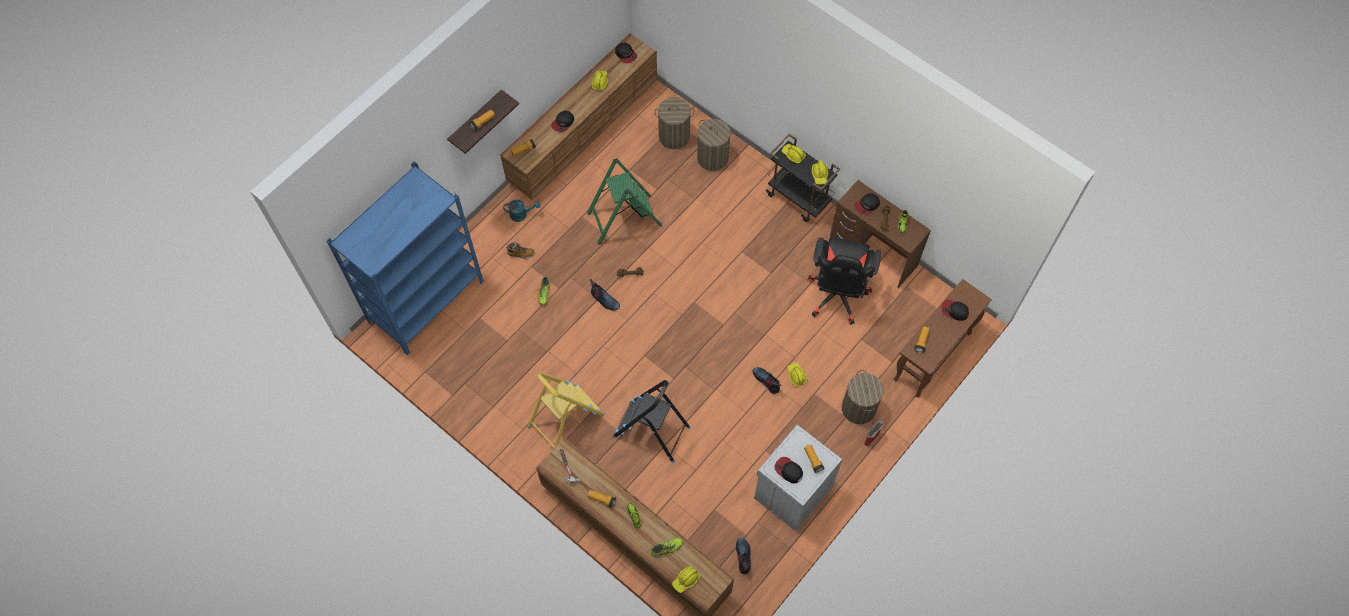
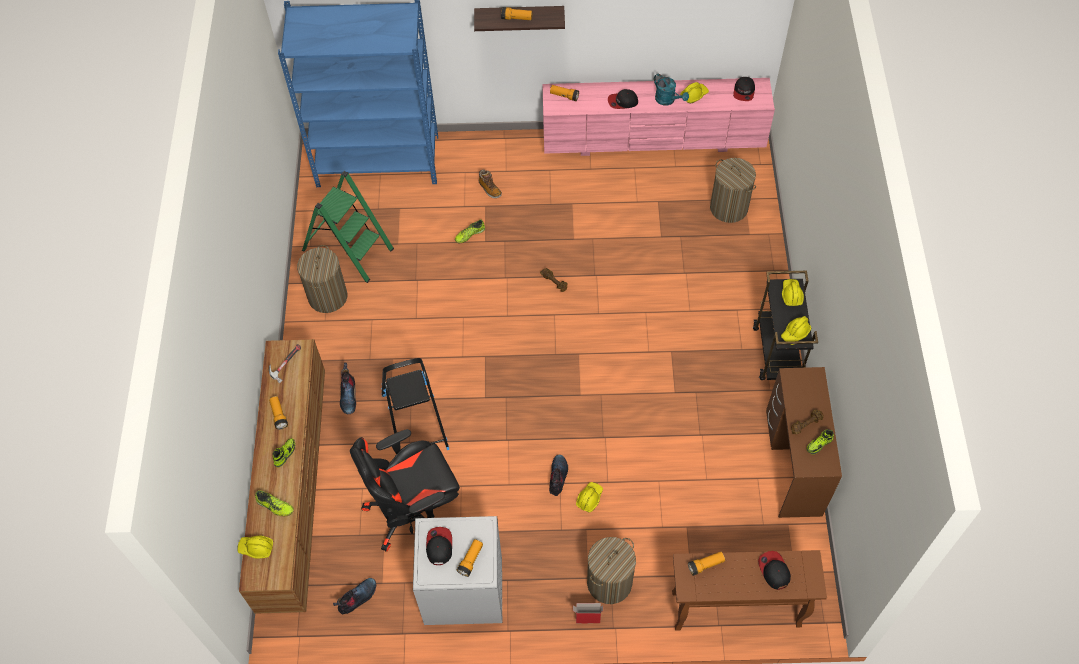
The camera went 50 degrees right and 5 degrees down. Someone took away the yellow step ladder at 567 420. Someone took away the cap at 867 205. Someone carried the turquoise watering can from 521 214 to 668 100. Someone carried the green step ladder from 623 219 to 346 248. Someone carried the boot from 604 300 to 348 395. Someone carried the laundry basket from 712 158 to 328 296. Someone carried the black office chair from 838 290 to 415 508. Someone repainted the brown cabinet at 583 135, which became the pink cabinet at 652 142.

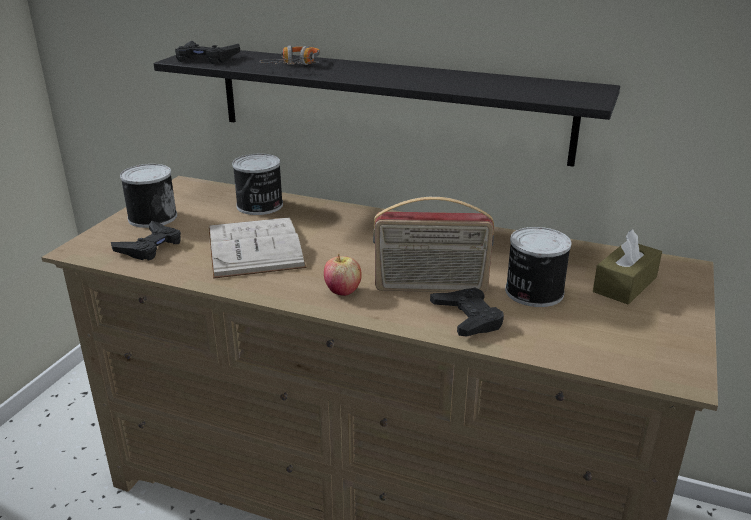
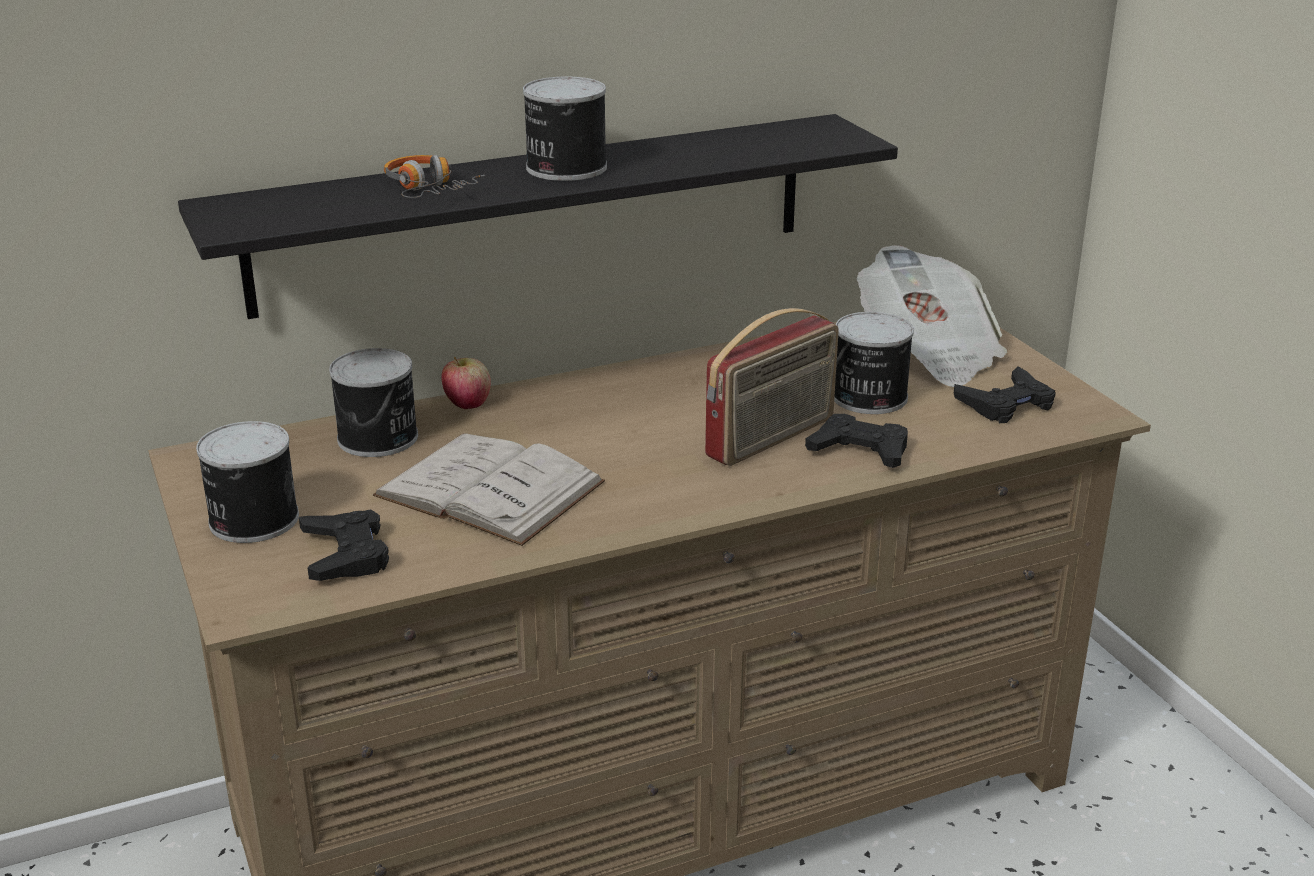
The camera went 45 degrees left and 0 degrees up. Someone put down the can at 564 168. Someone carried the black game controller from 206 58 to 1006 404. Someone carried the apple from 343 291 to 467 404. Someone swapped the brown tissue box at 625 284 for the newspaper at 928 353.

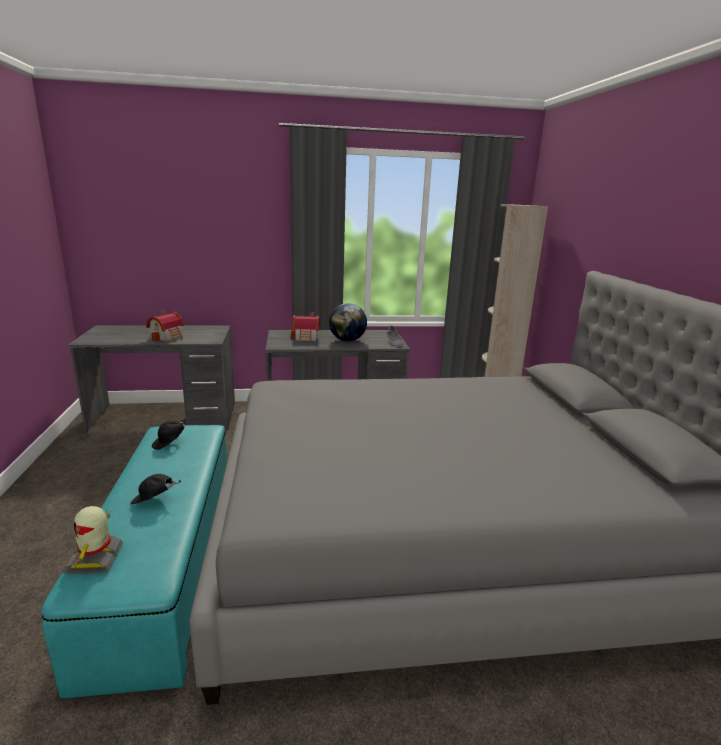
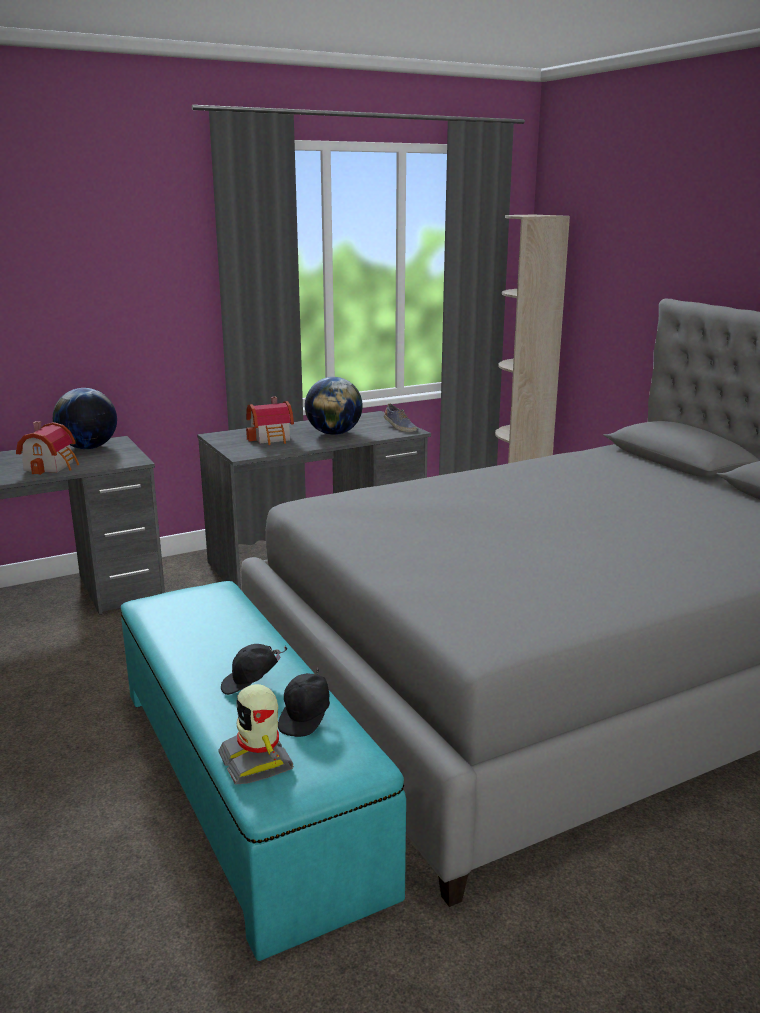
The camera went 20 degrees left and 0 degrees up. Someone put down the globe at 89 448. Someone carried the black cap from 170 443 to 306 718.

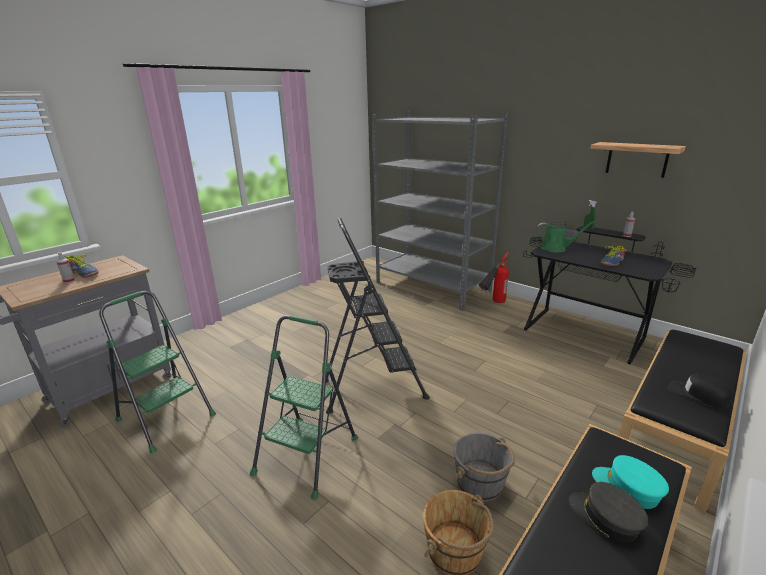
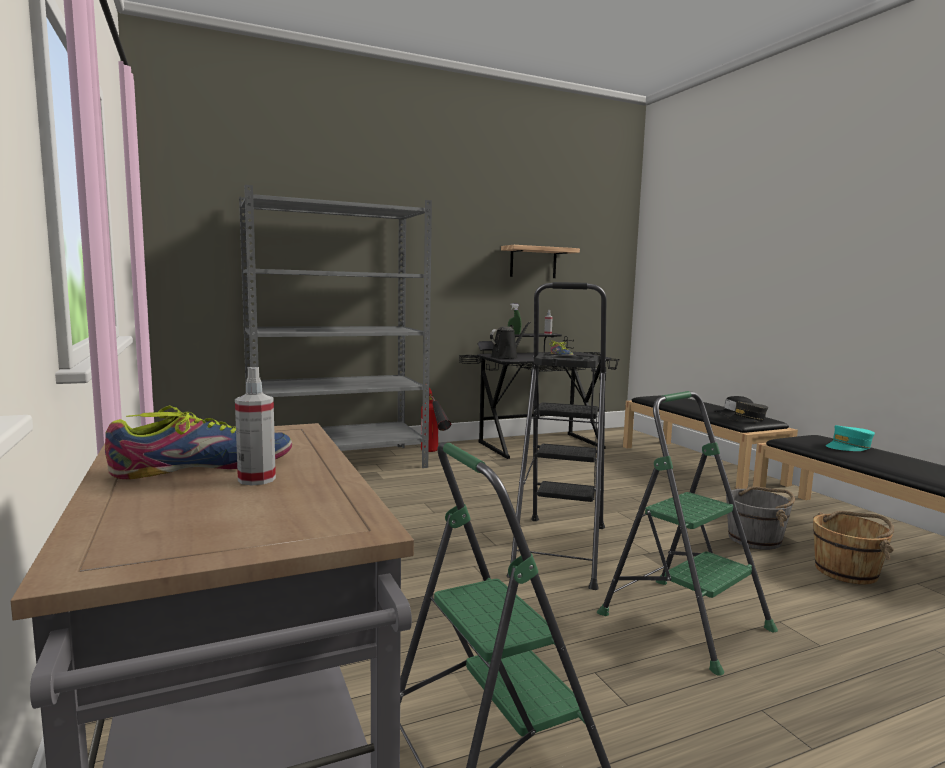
The camera went 65 degrees left and 15 degrees down. Someone carried the grey cap from 605 518 to 747 419. Someone repainted the green watering can at 556 248, which became the black watering can at 506 357.

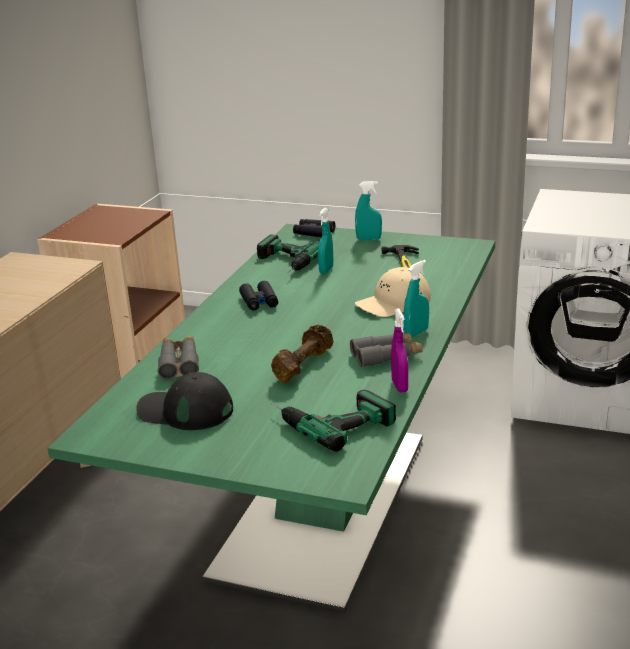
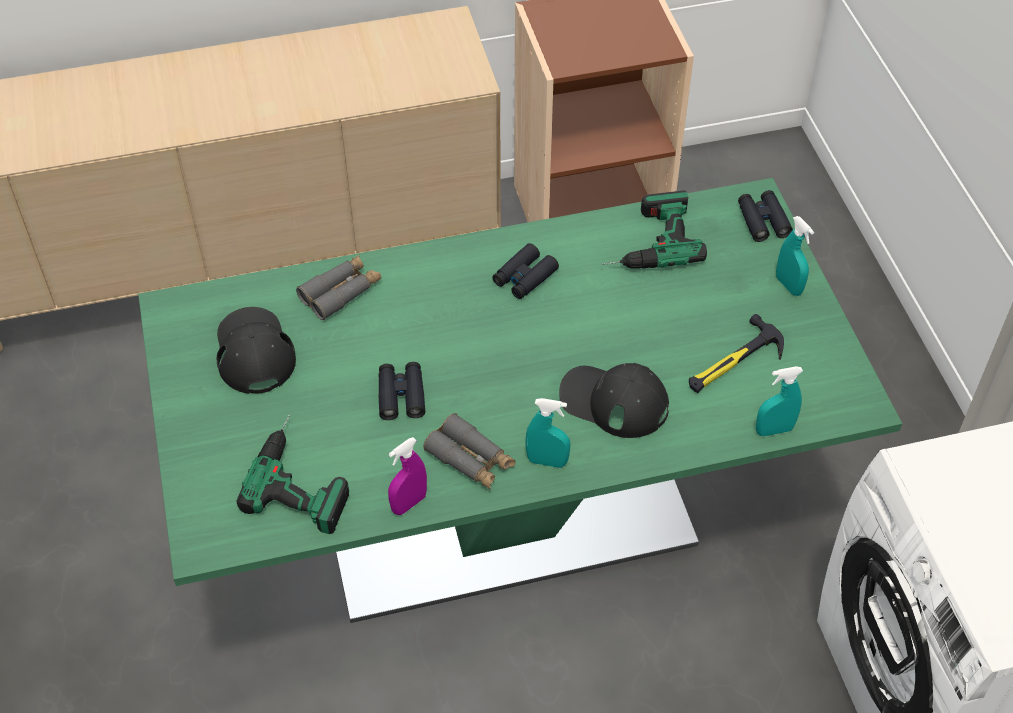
The camera went 55 degrees right and 25 degrees up. Someone carried the turquoise spray bottle from 326 270 to 774 430. Someone swapped the brown dumbbell at 302 365 for the black binoculars at 401 395. Someone repainted the beige cap at 393 302, which became the black cap at 613 401.

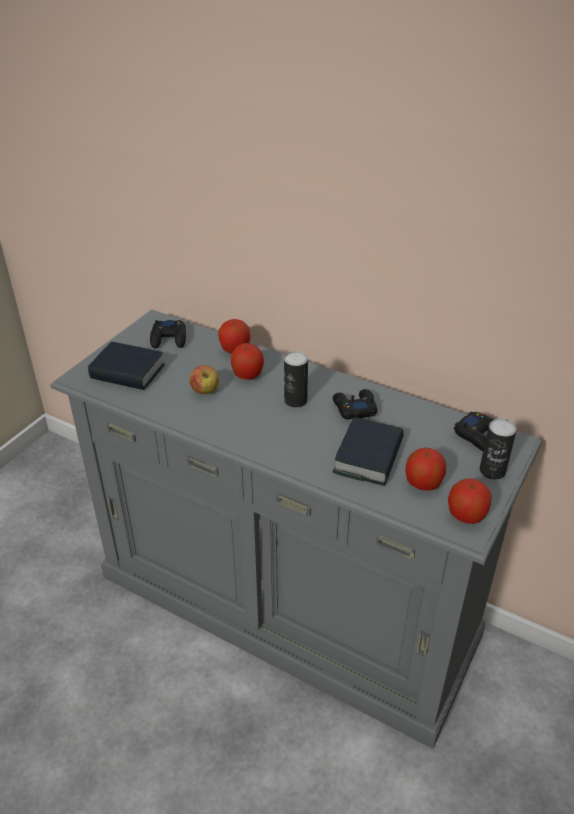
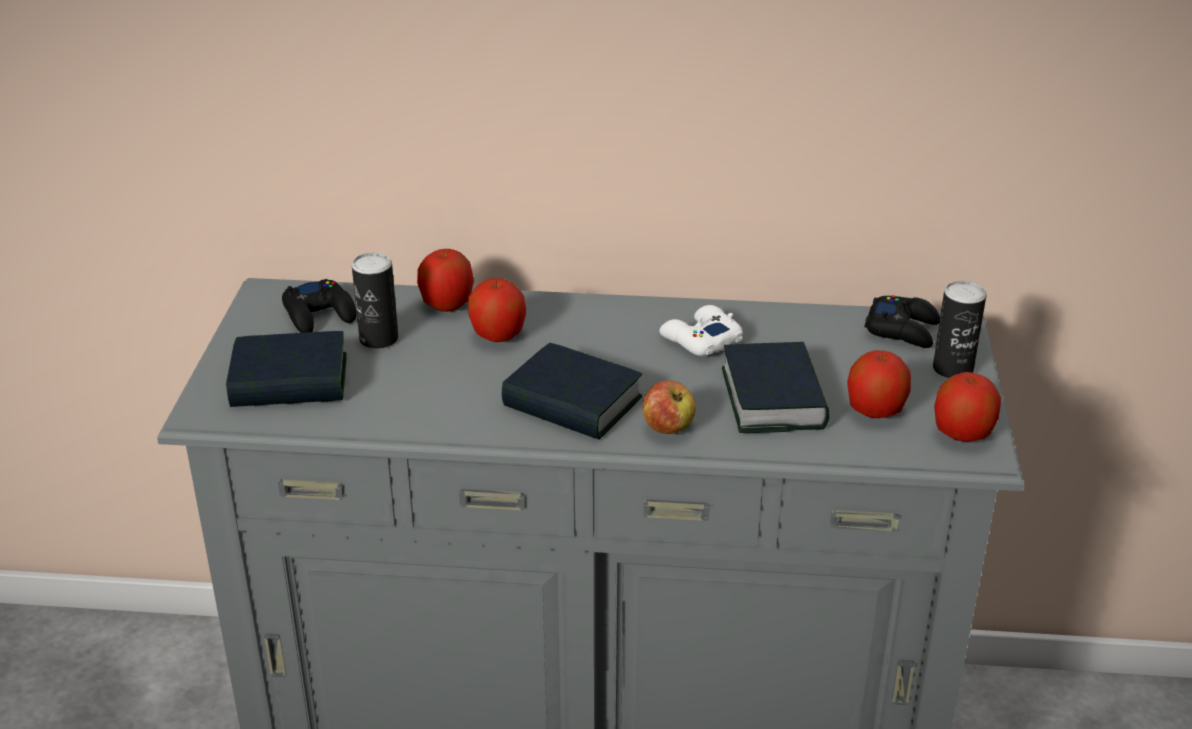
The camera went 25 degrees left and 5 degrees down. Someone put down the book at 572 403. Someone carried the apple from 205 391 to 668 428. Someone carried the can from 295 400 to 379 339. Someone repainted the black game controller at 354 408, which became the white game controller at 700 339.

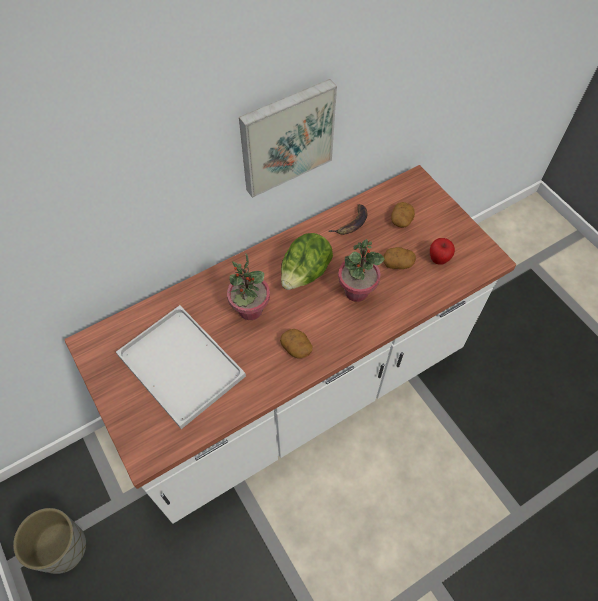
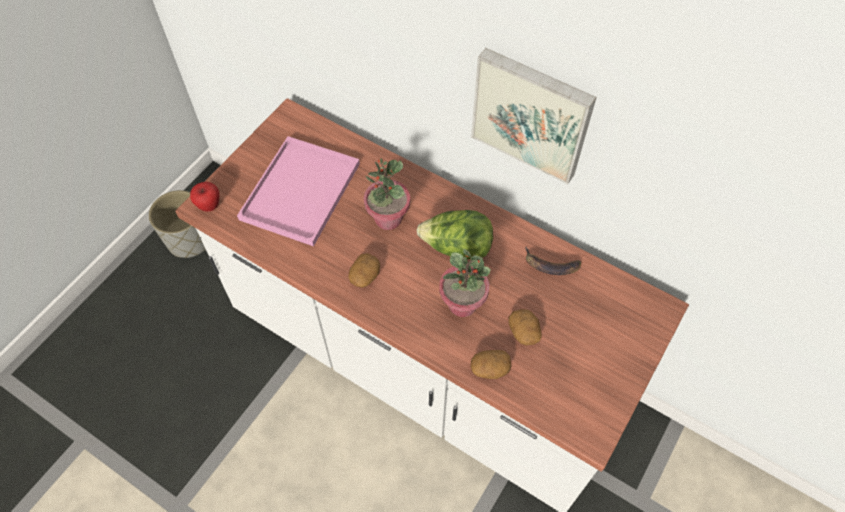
The camera went 65 degrees right and 0 degrees up. Someone carried the potato from 401 220 to 489 369. Someone carried the apple from 438 259 to 209 206. Someone repainted the white tray at 183 366, which became the pink tray at 300 193.

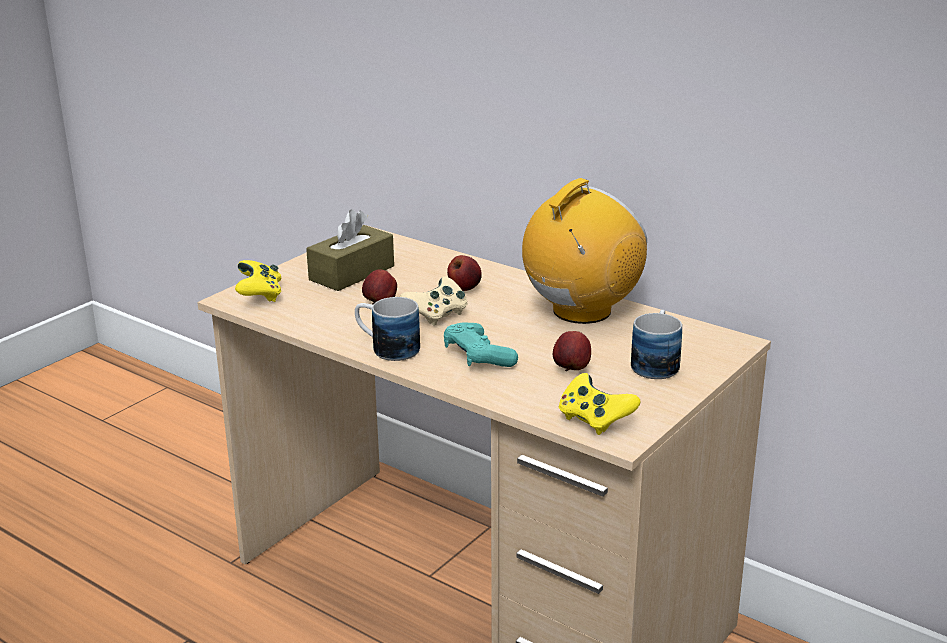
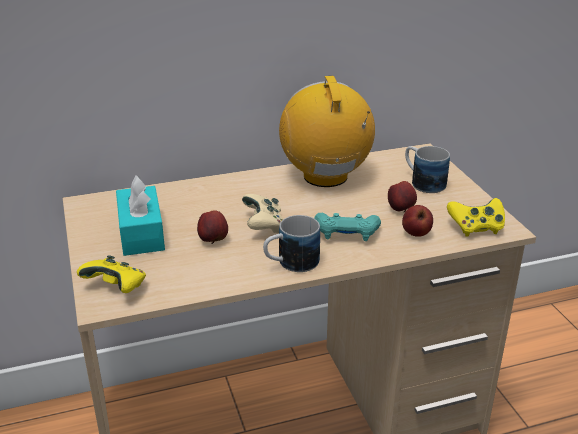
The camera went 55 degrees left and 5 degrees up. Someone carried the apple from 464 288 to 416 233. Someone repainted the brown tissue box at 352 273, which became the turquoise tissue box at 141 233.

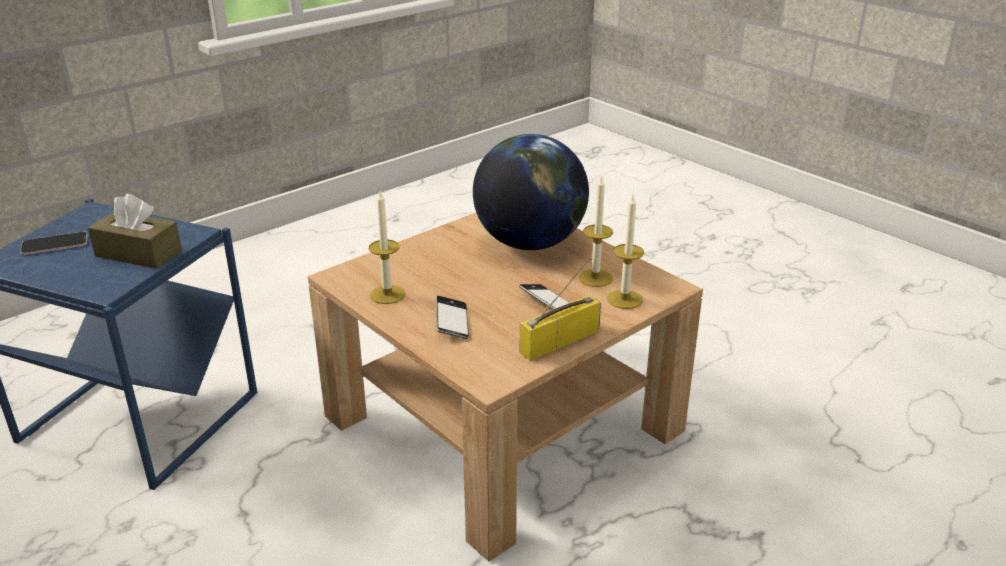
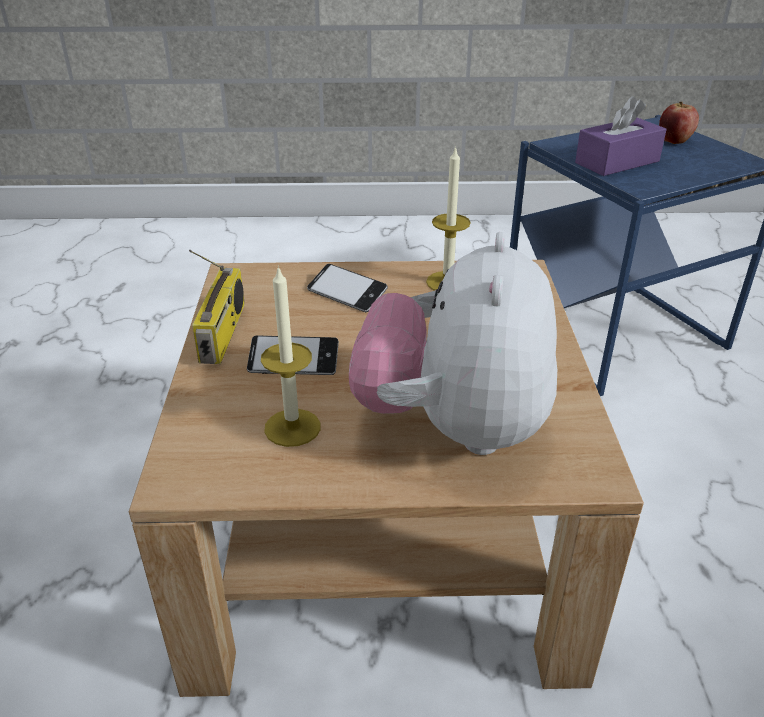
The camera went 130 degrees right and 5 degrees up. Someone took away the candle at 624 299. Someone swapped the phone at 54 244 for the apple at 674 141. Someone swapped the globe at 530 243 for the plush toy at 453 427. Someone repainted the brown tissue box at 138 253, which became the purple tissue box at 617 162.

